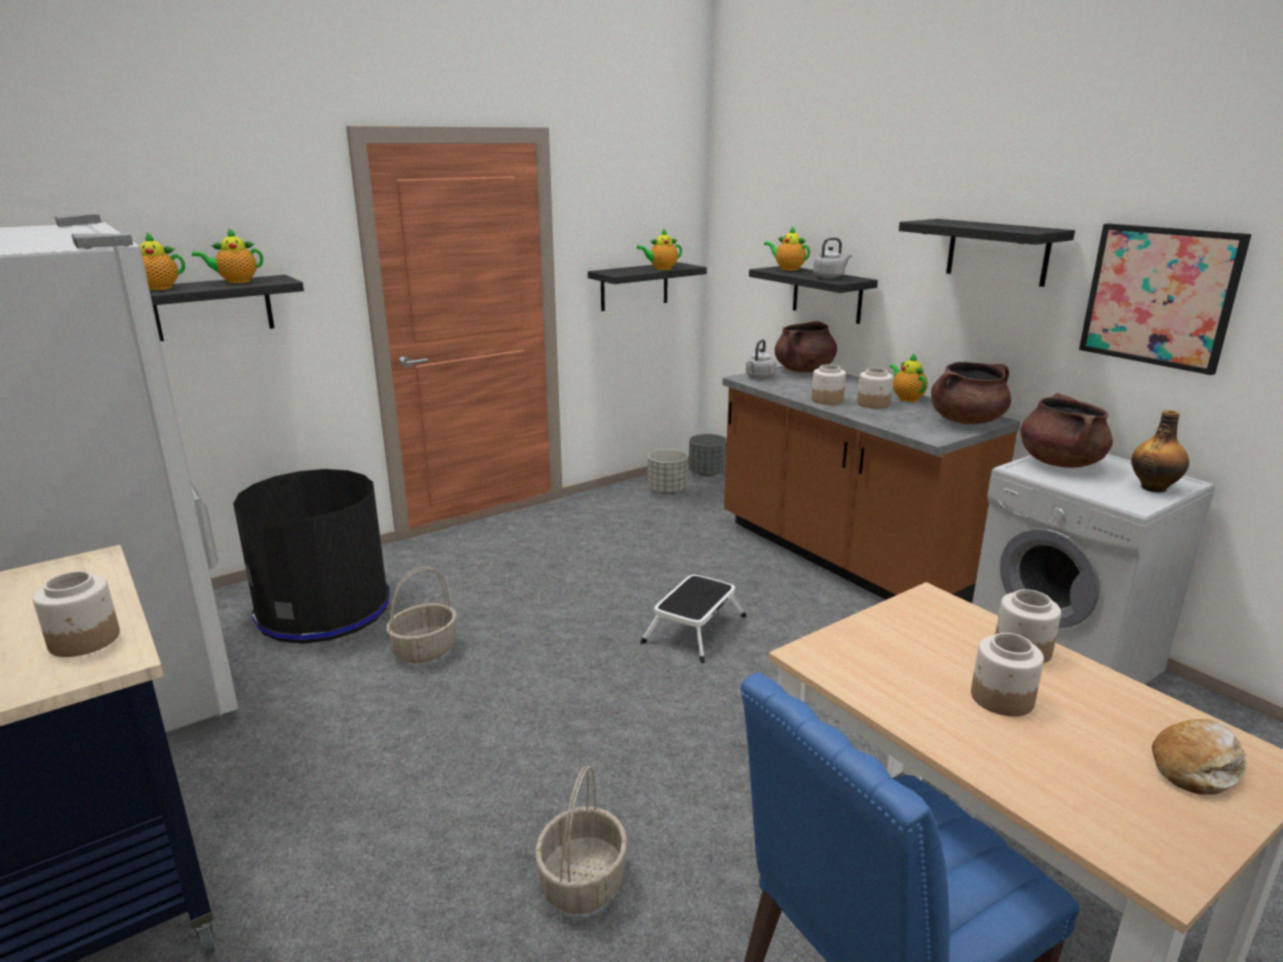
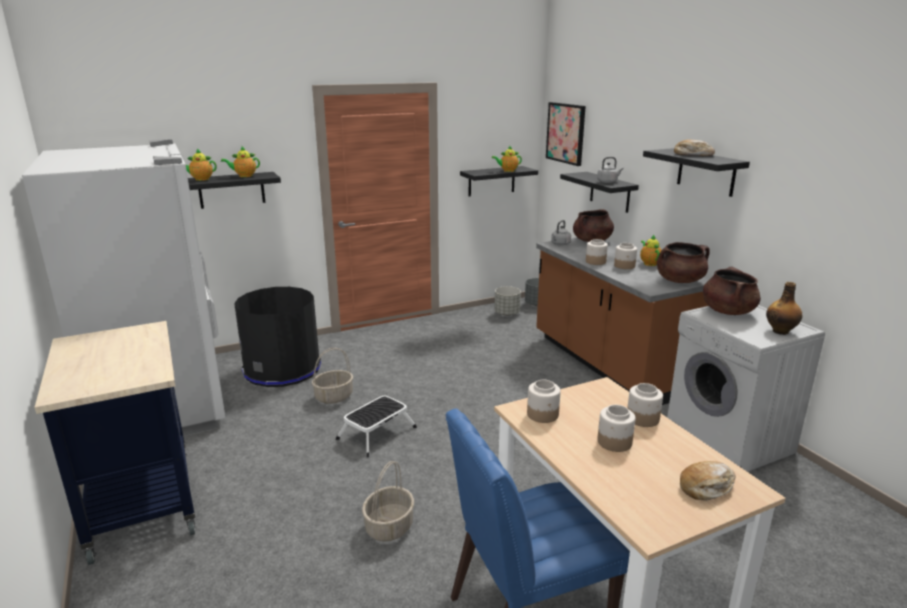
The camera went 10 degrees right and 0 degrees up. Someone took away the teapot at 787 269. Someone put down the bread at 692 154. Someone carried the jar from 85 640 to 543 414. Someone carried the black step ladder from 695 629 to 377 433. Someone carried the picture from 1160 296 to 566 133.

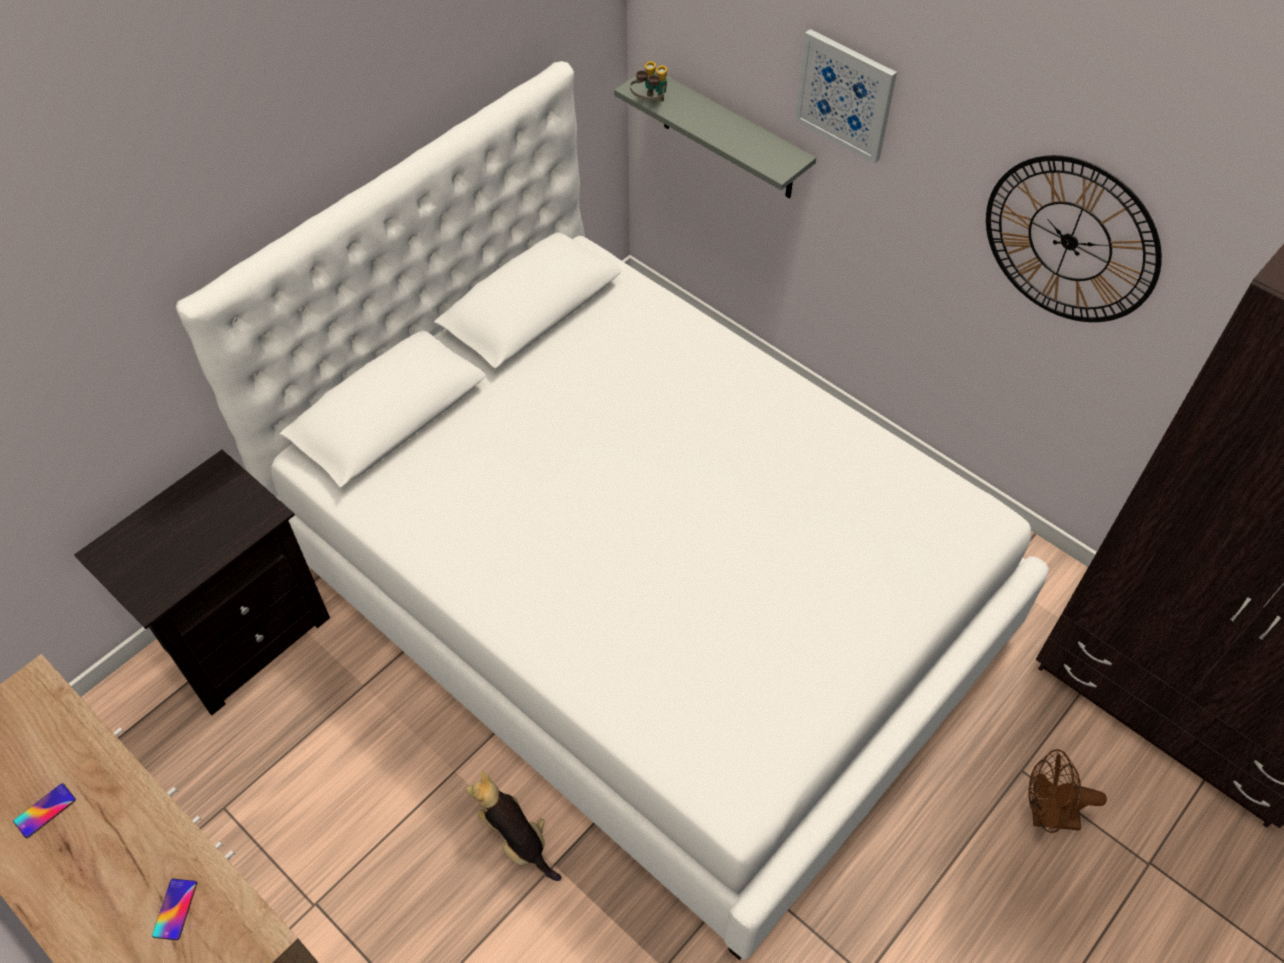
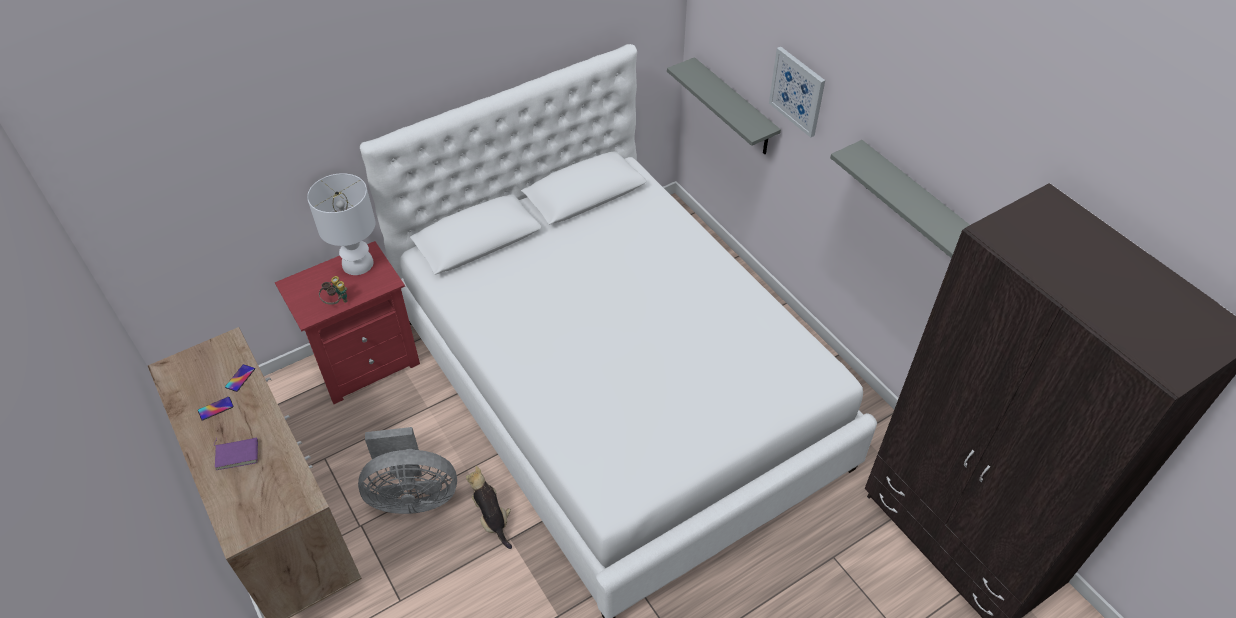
The camera went 15 degrees right and 5 degrees down. Someone took away the brown fan at 1046 815. Someone put down the purple book at 237 454. Someone put down the white table lamp at 358 264. Someone put down the grey fan at 412 496. Someone carried the phone from 175 909 to 240 378. Someone carried the binoculars from 650 103 to 337 302. Someone swapped the wall clock at 1069 241 for the grey shelf at 915 204. Someone repainted the black nightstand at 243 634, which became the red nightstand at 365 362.

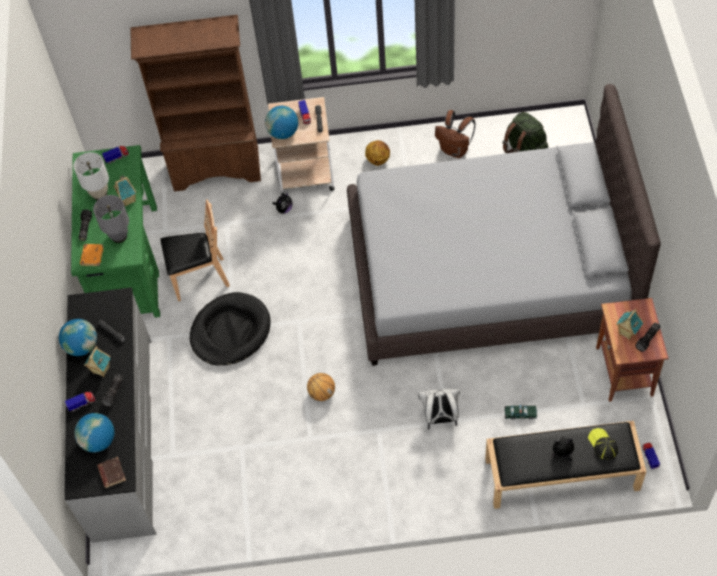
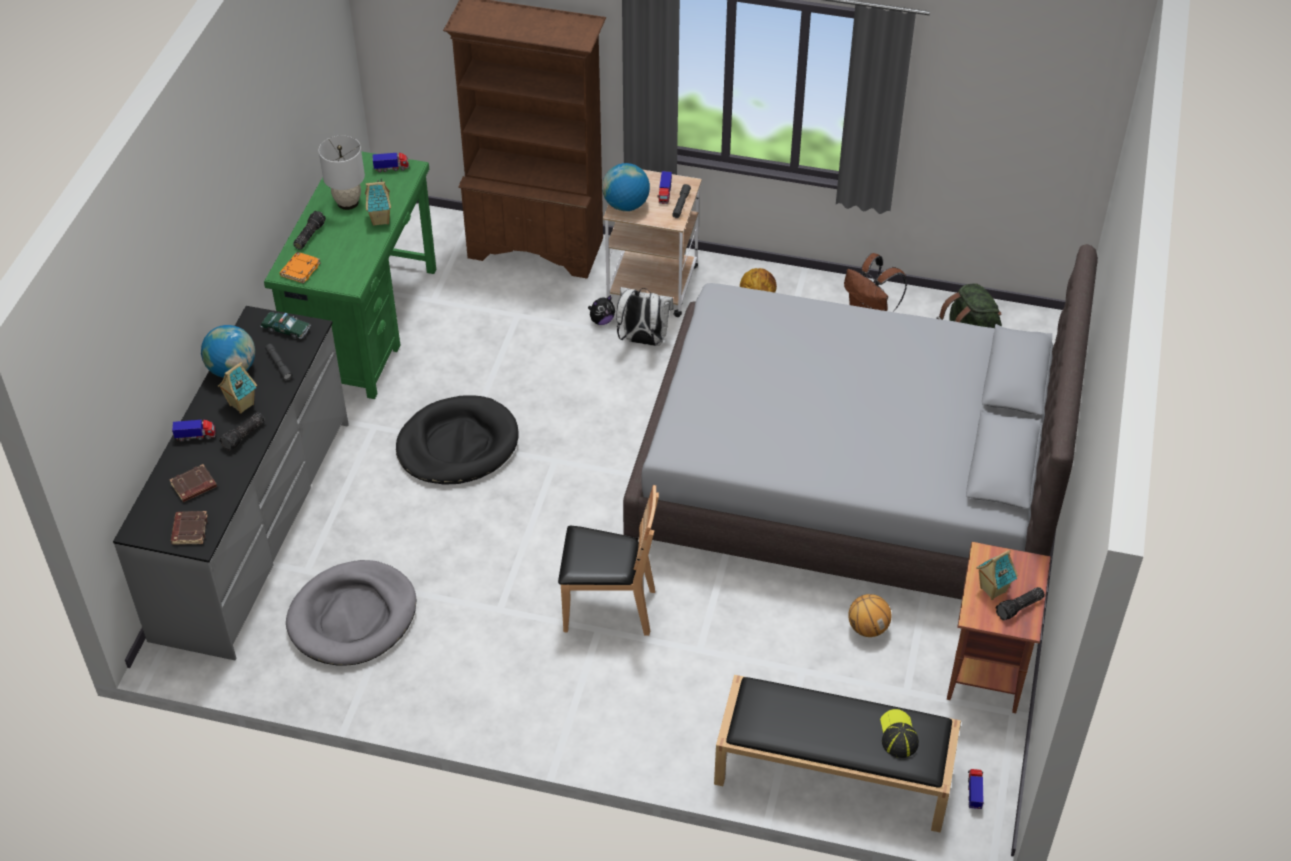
The camera went 15 degrees right and 10 degrees down. Someone took away the grey table lamp at 119 236. Someone took away the plush toy at 562 453. Someone put down the grey dog bed at 353 617. Someone carried the brown chair from 199 278 to 608 608. Someone carried the basketball from 321 393 to 867 628. Someone carried the white backpack from 440 418 to 643 340. Someone carried the toy car from 520 414 to 286 329. Someone swapped the globe at 99 441 for the brown book at 193 486.

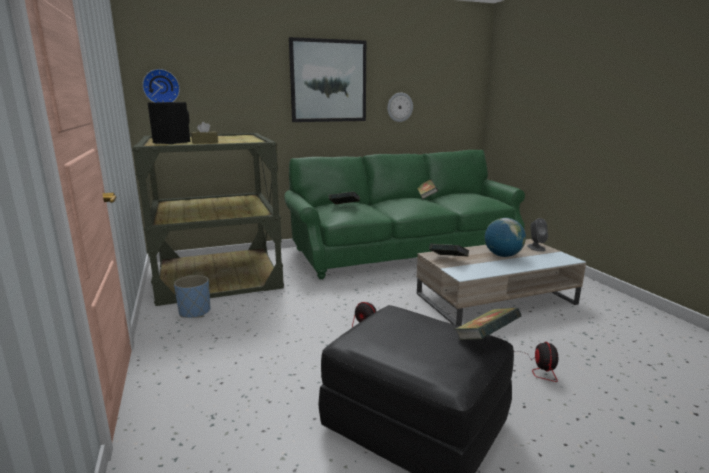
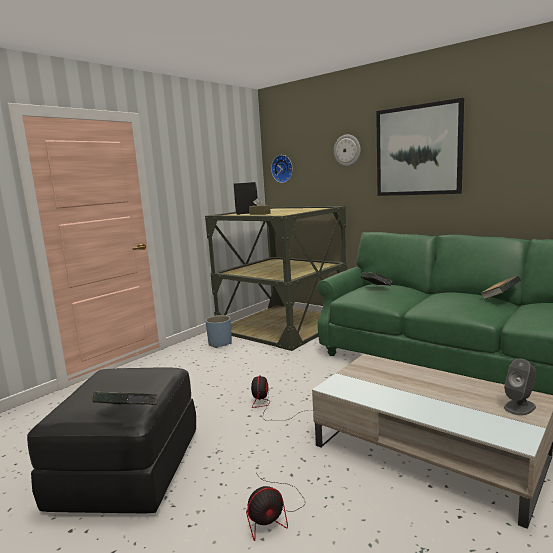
The camera went 60 degrees right and 5 degrees down. Someone took away the book at 448 260. Someone took away the globe at 502 255. Someone carried the wall clock from 399 107 to 347 150.

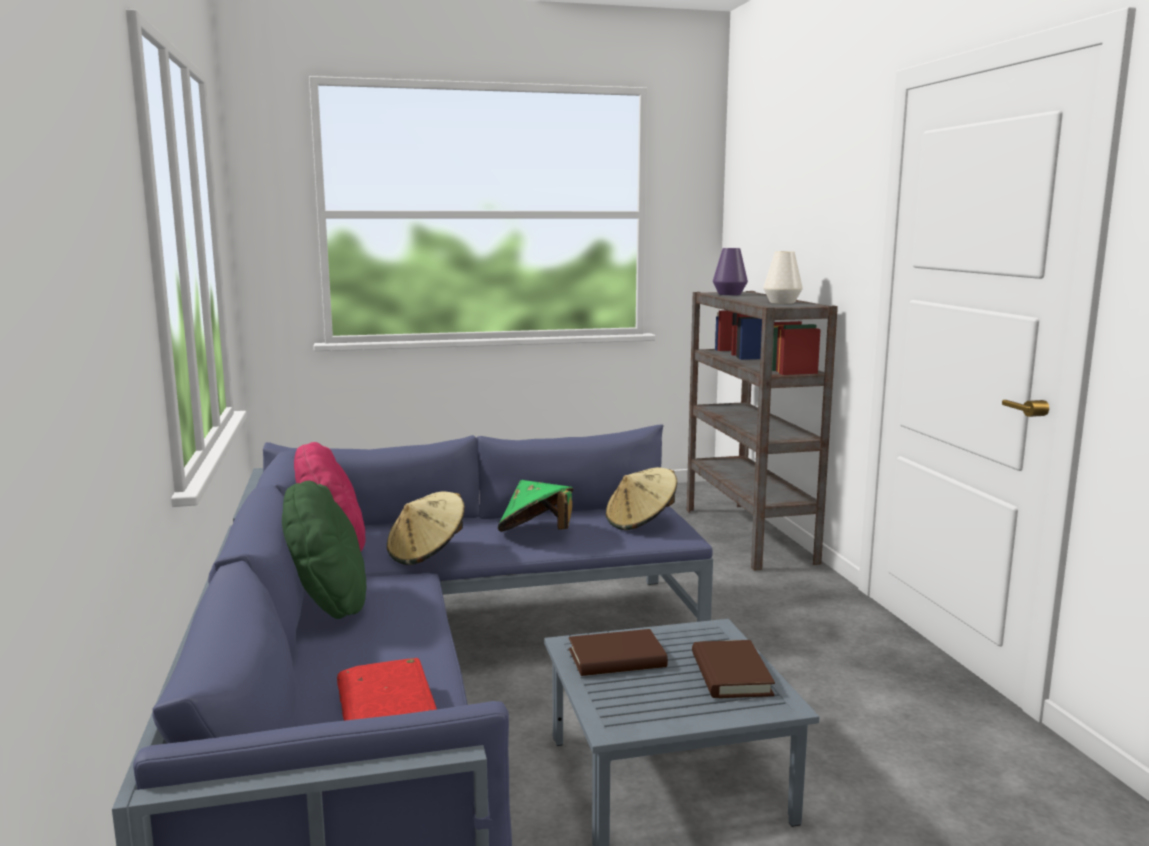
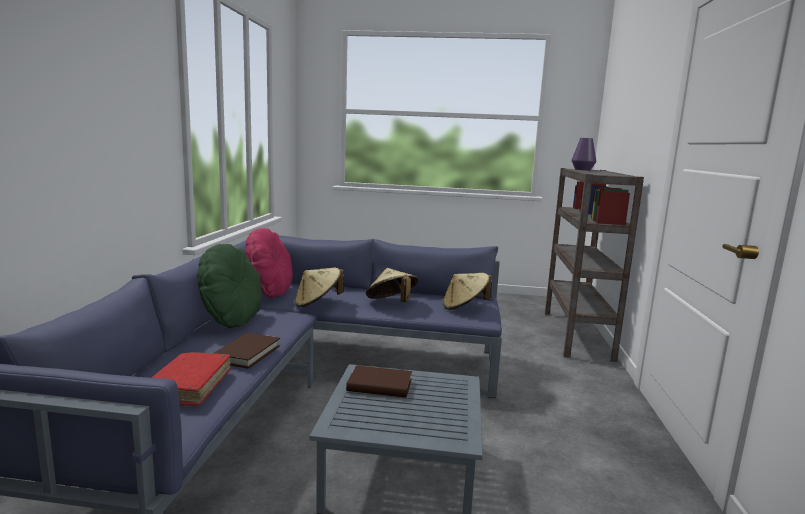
The camera went 20 degrees right and 0 degrees up. Someone took away the white vase at 782 302. Someone carried the brown book from 731 674 to 247 353. Someone repainted the green hat at 536 534, which became the beige hat at 391 303.

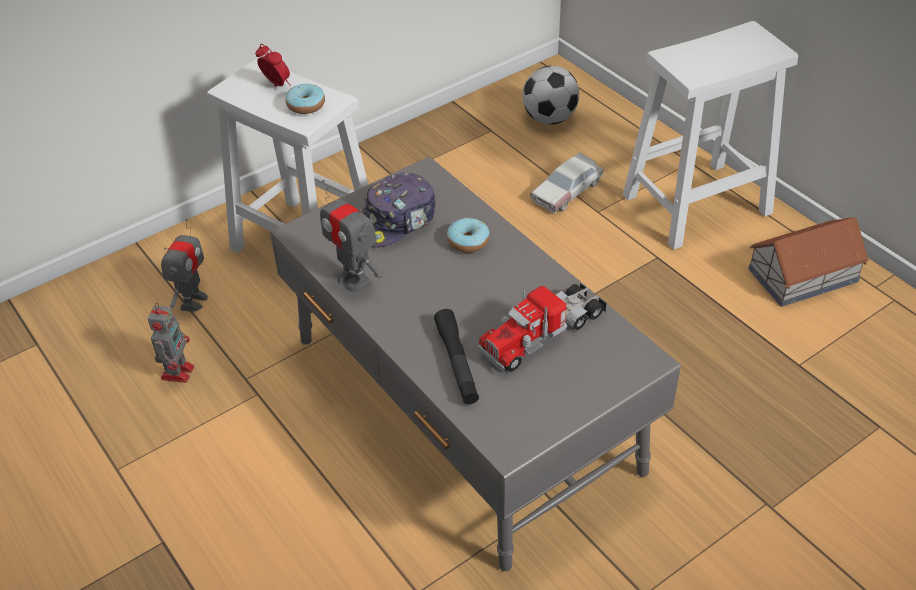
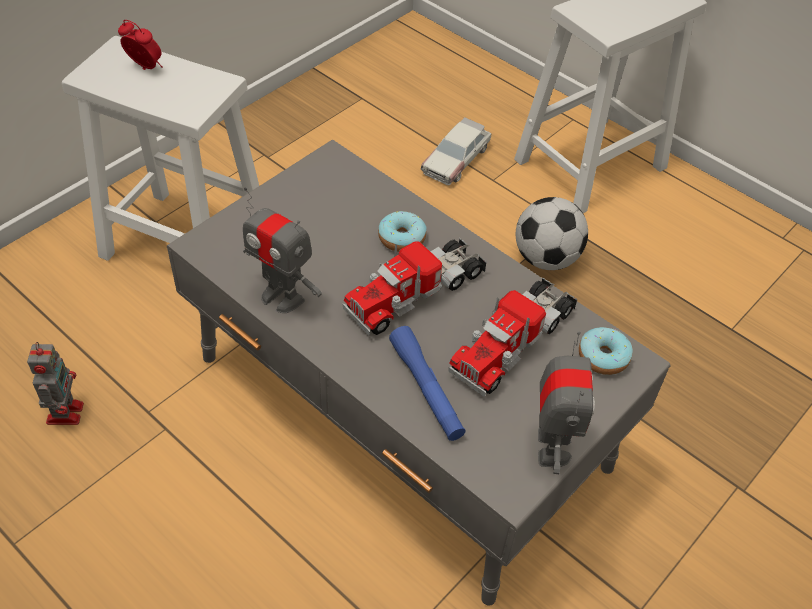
The camera went 15 degrees left and 5 degrees up. Someone took away the cap at 395 221. Someone took away the toy house at 804 275. Someone put down the toy truck at 415 292. Someone carried the toy robot from 193 301 to 551 447. Someone carried the donut from 306 105 to 603 357. Someone carried the football from 549 118 to 546 258. Someone repainted the black flashlight at 457 363, which became the blue flashlight at 426 389.

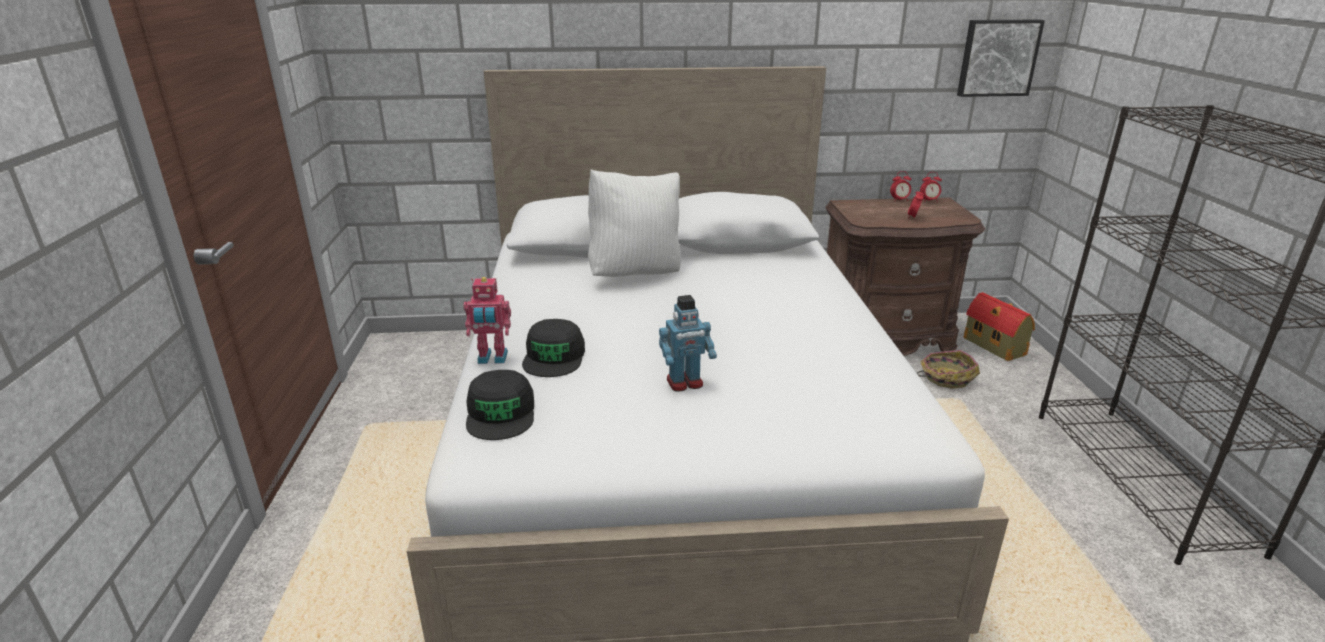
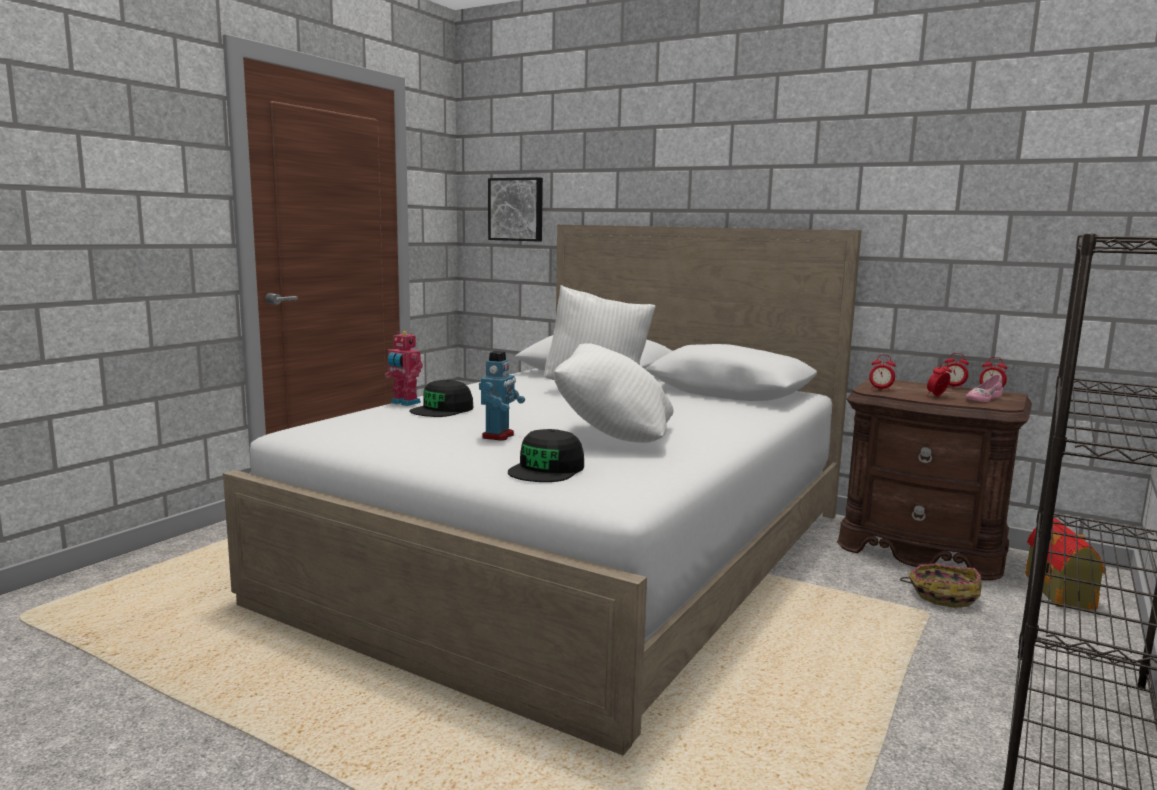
The camera went 35 degrees right and 15 degrees down. Someone put down the white pillow at 614 437. Someone put down the alarm clock at 880 389. Someone put down the pink shoe at 982 399. Someone carried the black cap from 501 414 to 547 469. Someone carried the picture from 997 58 to 516 209. Someone rotated the toy robot at 685 383 by 90 degrees counterclockwise.

